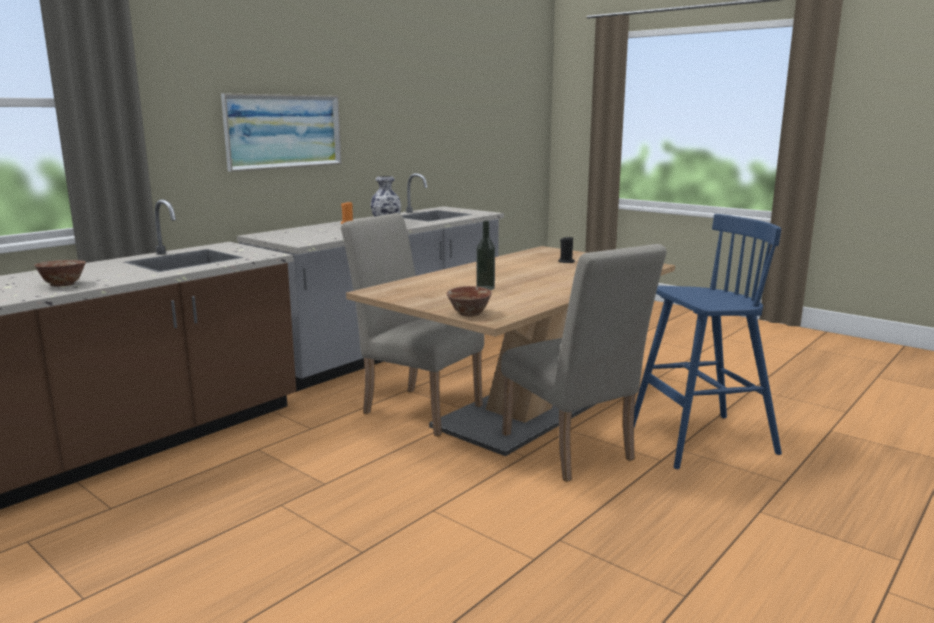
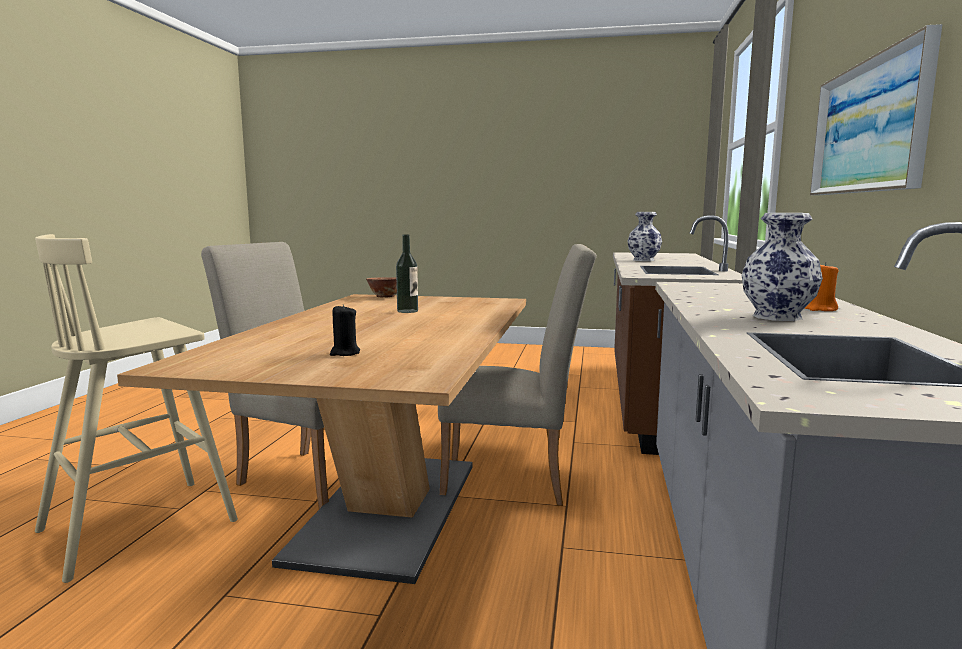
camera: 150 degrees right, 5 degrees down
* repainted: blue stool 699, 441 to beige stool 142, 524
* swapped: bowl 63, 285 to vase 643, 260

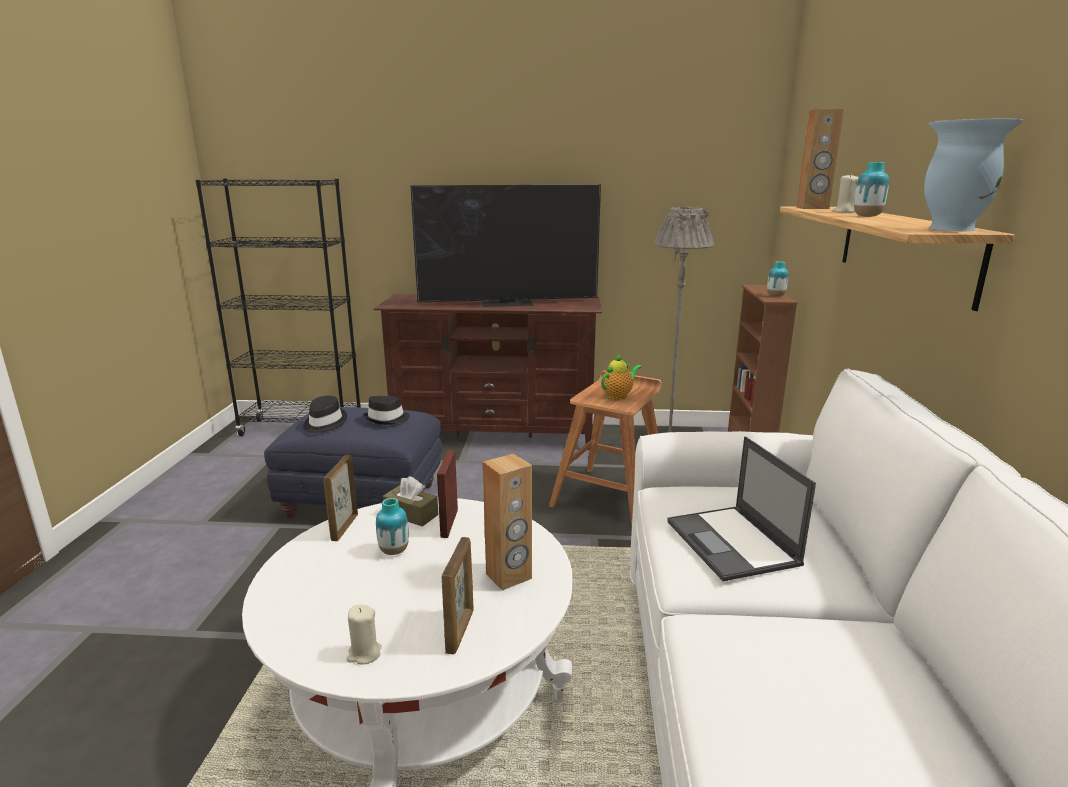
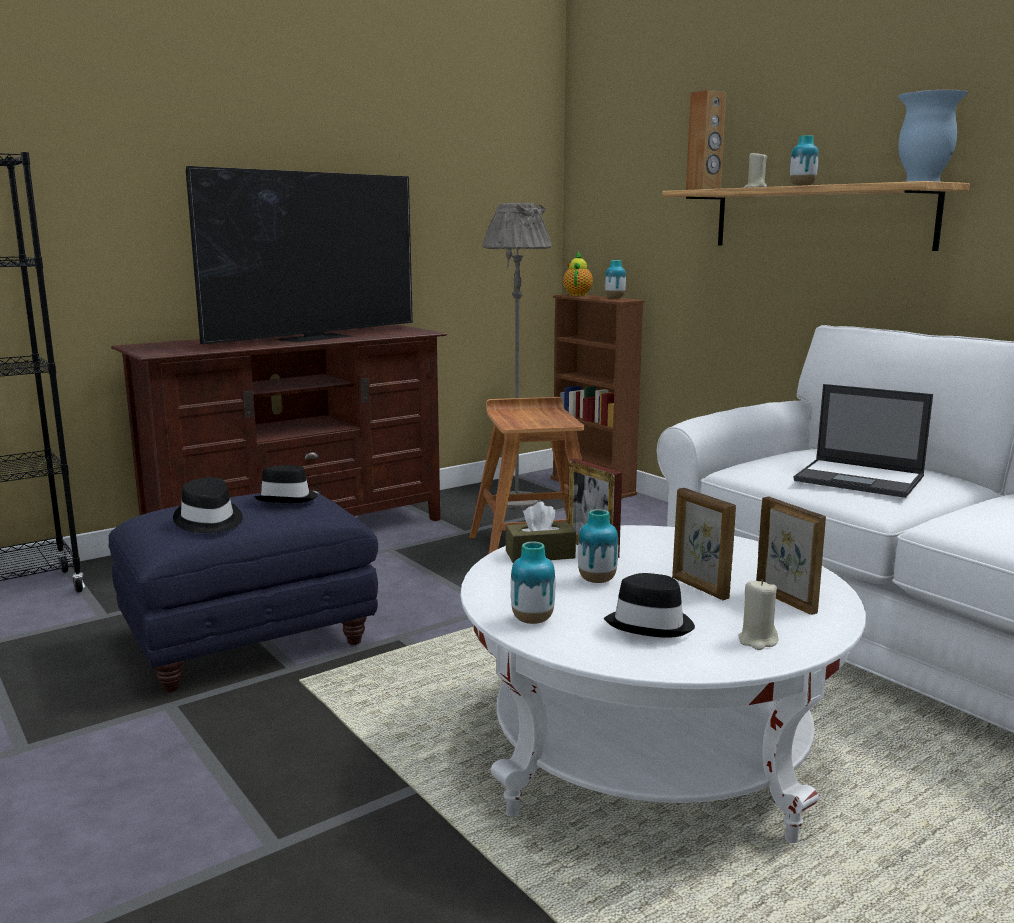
camera: 40 degrees left, 5 degrees down
* new: vase 532, 620
* shifted: teapot 618, 395 to 578, 295
* new: black hat 651, 624
* shifted: picture frame 344, 527 to 699, 588
* gone: brown speaker 509, 576

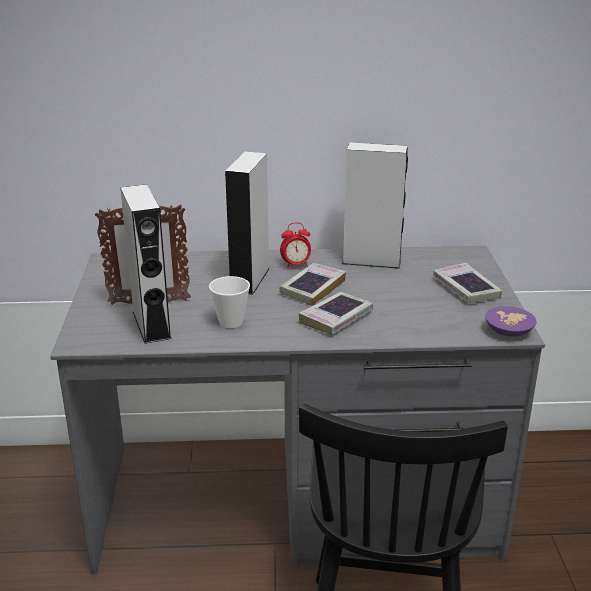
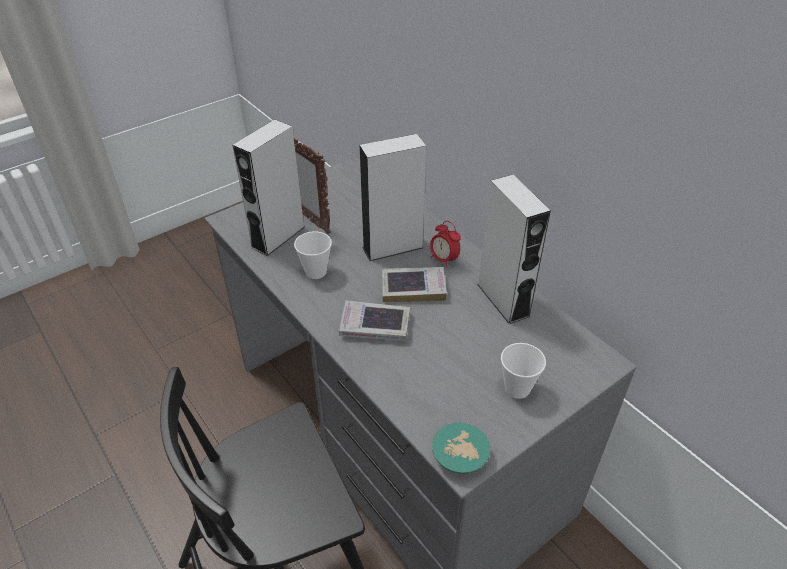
camera: 55 degrees right, 15 degrees up
* repainted: purple bowl 510, 331 to turquoise bowl 461, 457
* swapped: book 465, 288 to cup 517, 388

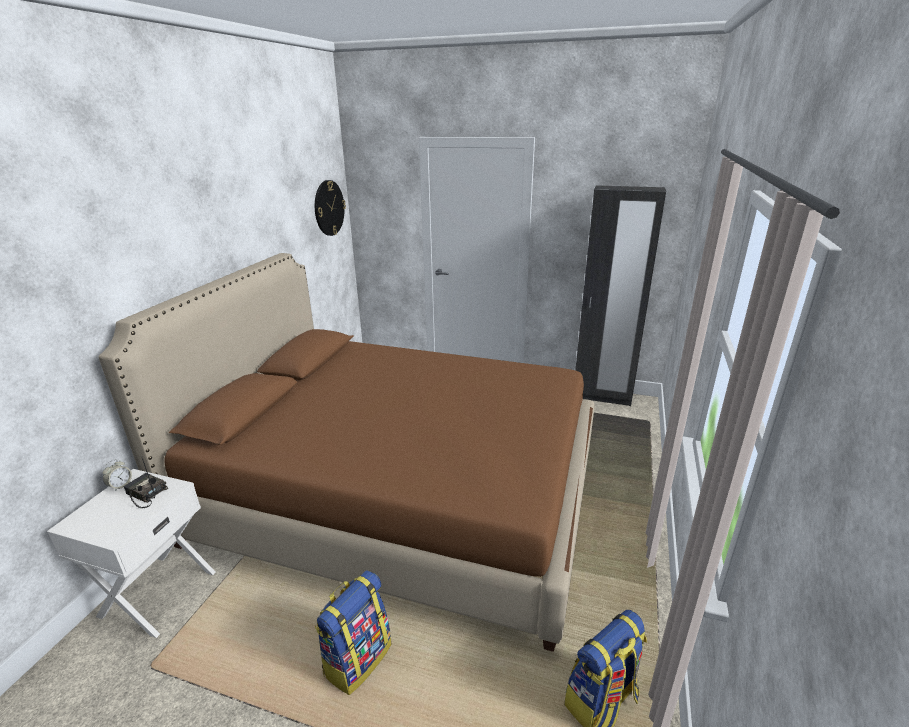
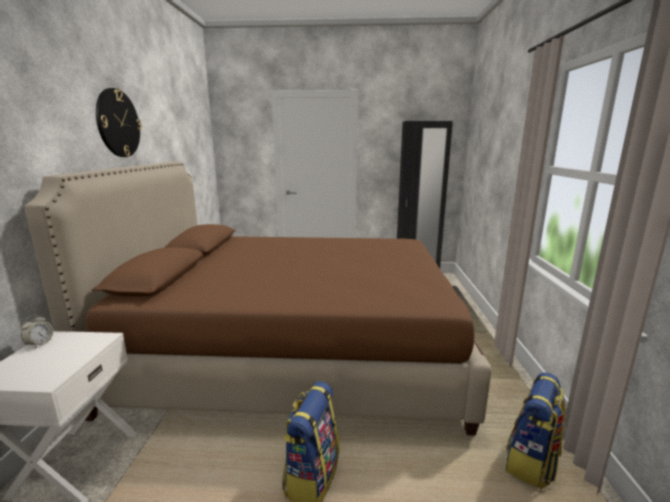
camera: 15 degrees left, 10 degrees down
* shifted: wall clock 329, 208 to 118, 123
* gone: radio 145, 494

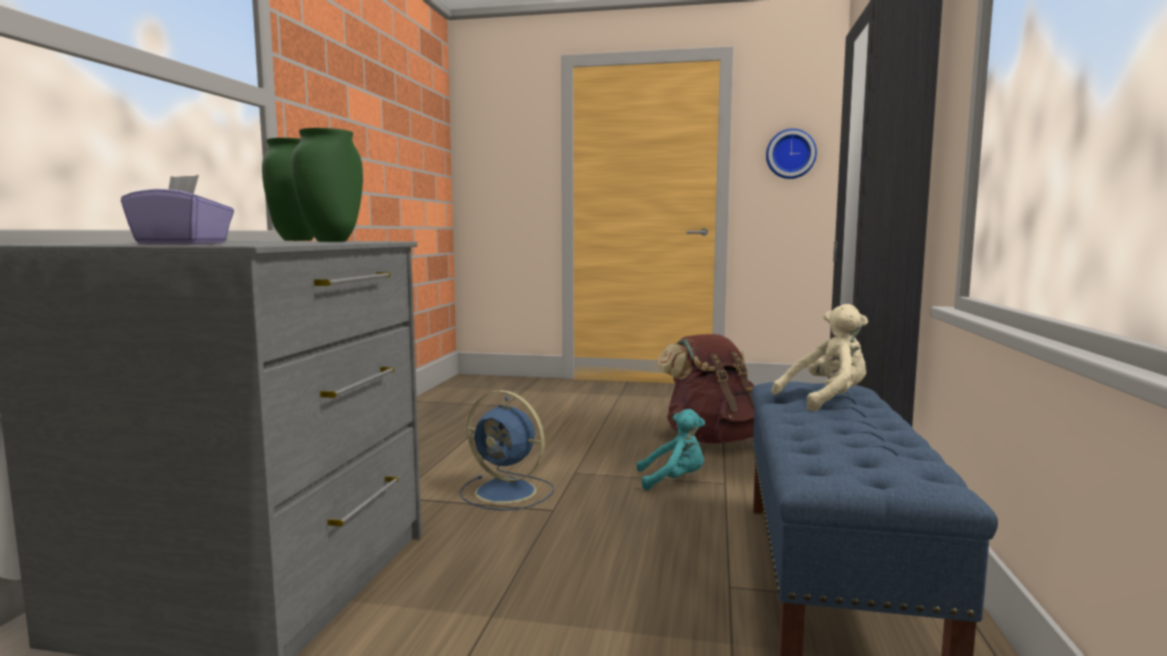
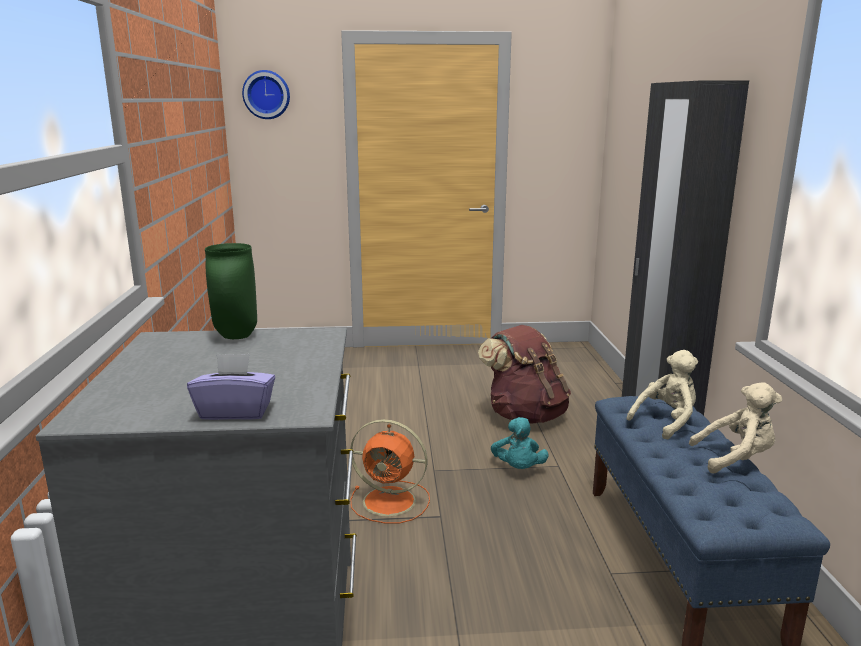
camera: 15 degrees left, 10 degrees up
* shifted: wall clock 790, 154 to 266, 94
* repainted: blue fan 508, 492 to orange fan 391, 501
* rotated: turquoise plush toy 674, 480 = 518, 468 105 degrees clockwise
* new: beige plush toy 736, 459
* gone: green vase 332, 241

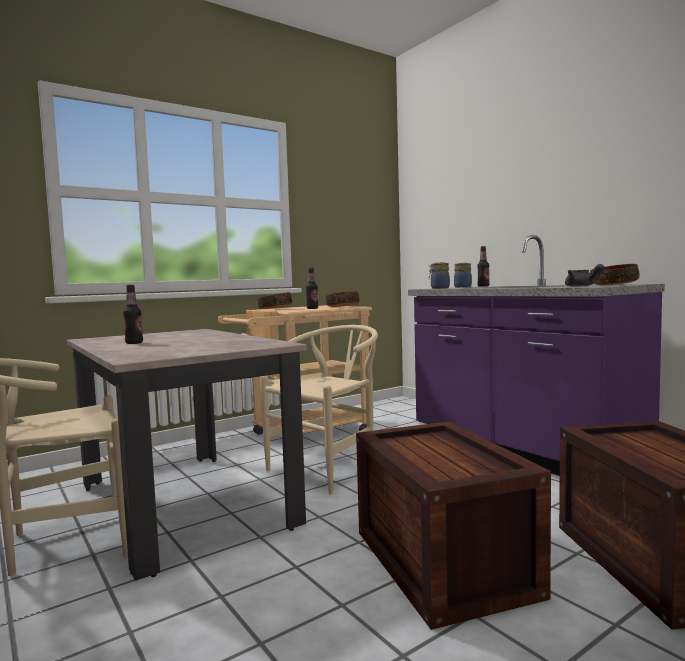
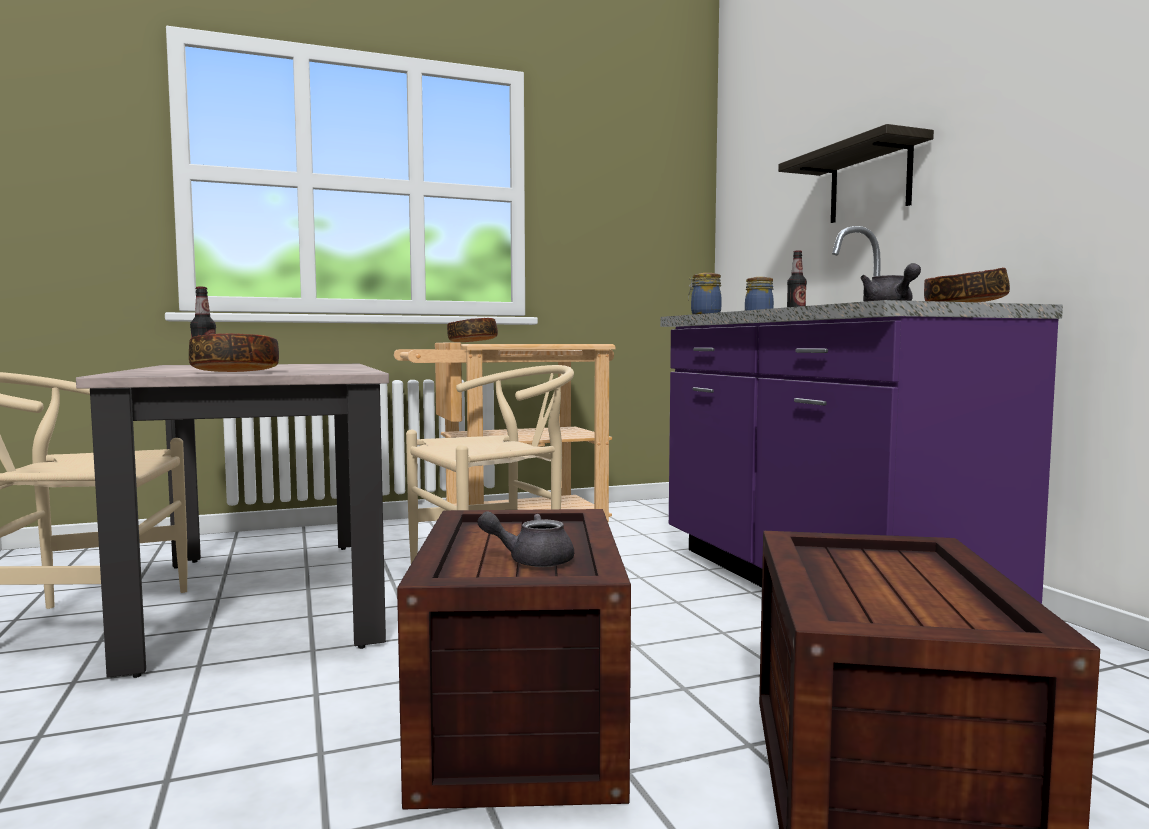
camera: 15 degrees right, 0 degrees up
* shifted: bowl 343, 306 to 236, 372
* new: grey teapot 531, 561
* new: shelf 870, 182
* gone: bottle 312, 308

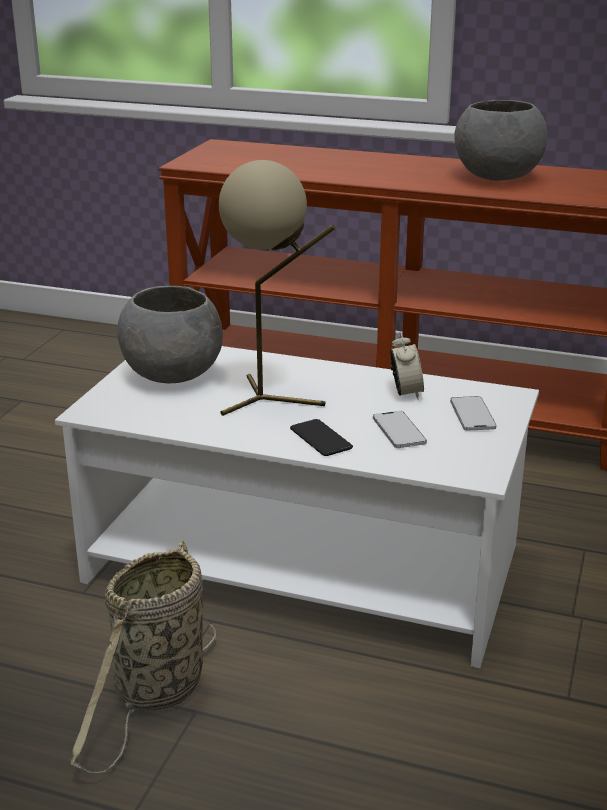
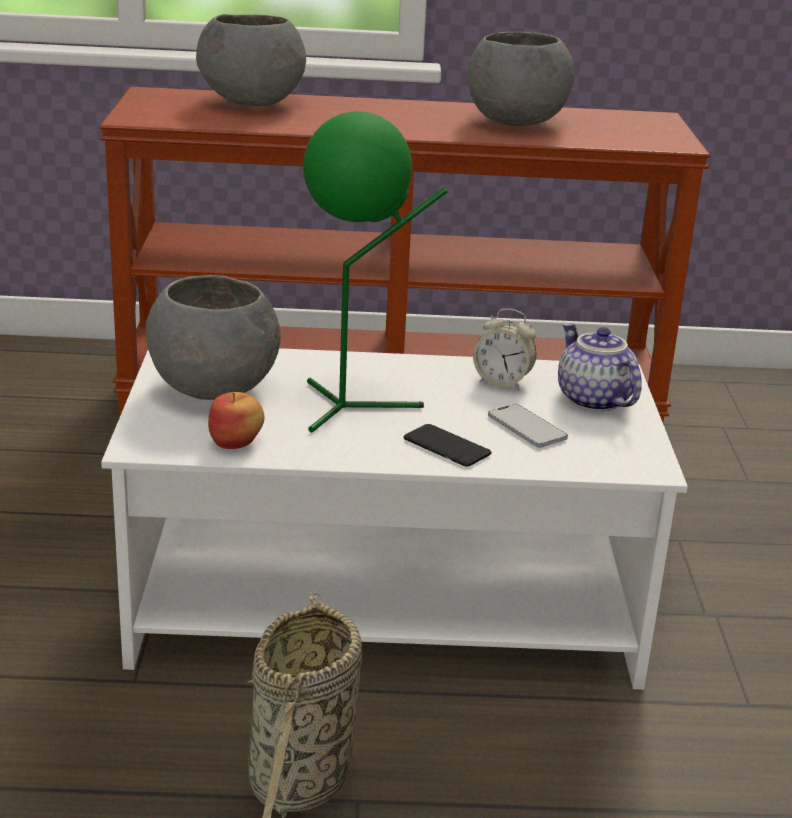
camera: 20 degrees left, 0 degrees up
* new: grey bowl 251, 104
* new: apple 236, 442
* repainted: beige table lamp 269, 399 to green table lamp 352, 407
* rotated: alarm clock 405, 393 = 502, 382 135 degrees clockwise
* swapped: phone 472, 415 to teapot 592, 400

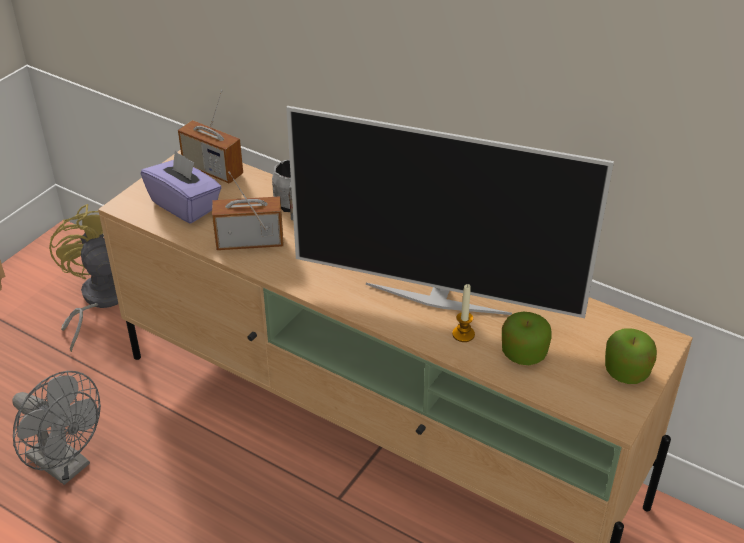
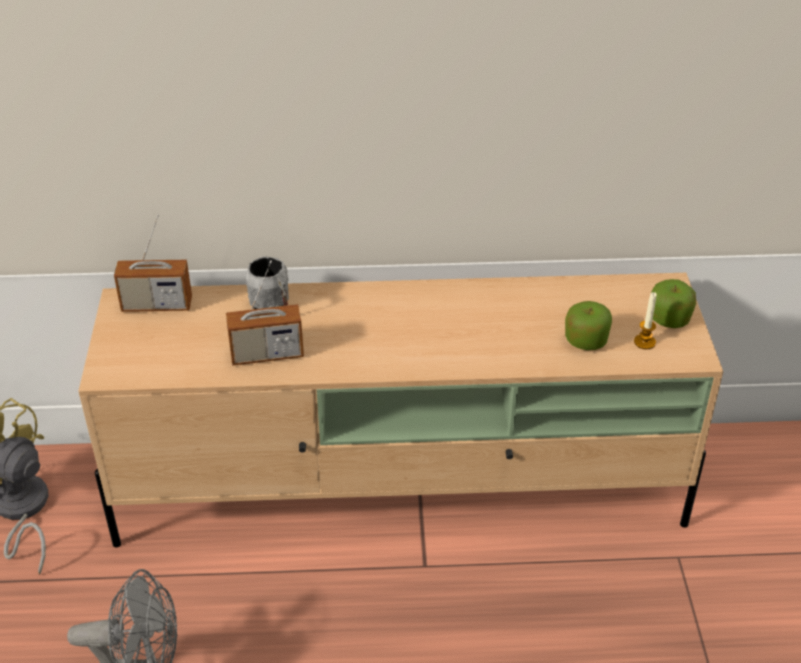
camera: 35 degrees left, 0 degrees up
* rotated: radio 250, 242 = 267, 354 150 degrees counterclockwise
* shifted: candle 463, 334 to 644, 342
* gone: purple tissue box 185, 205
* gone: television 438, 297

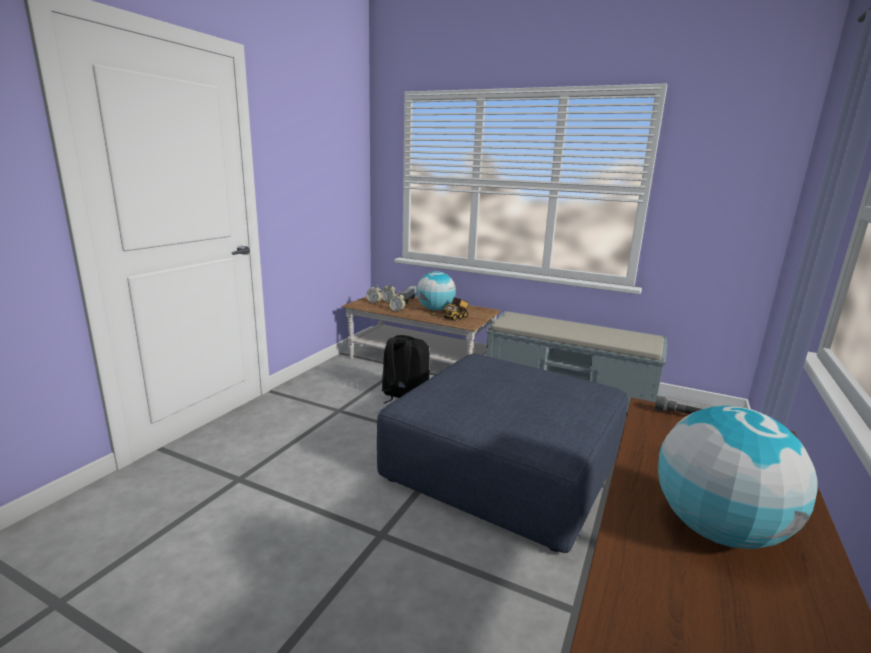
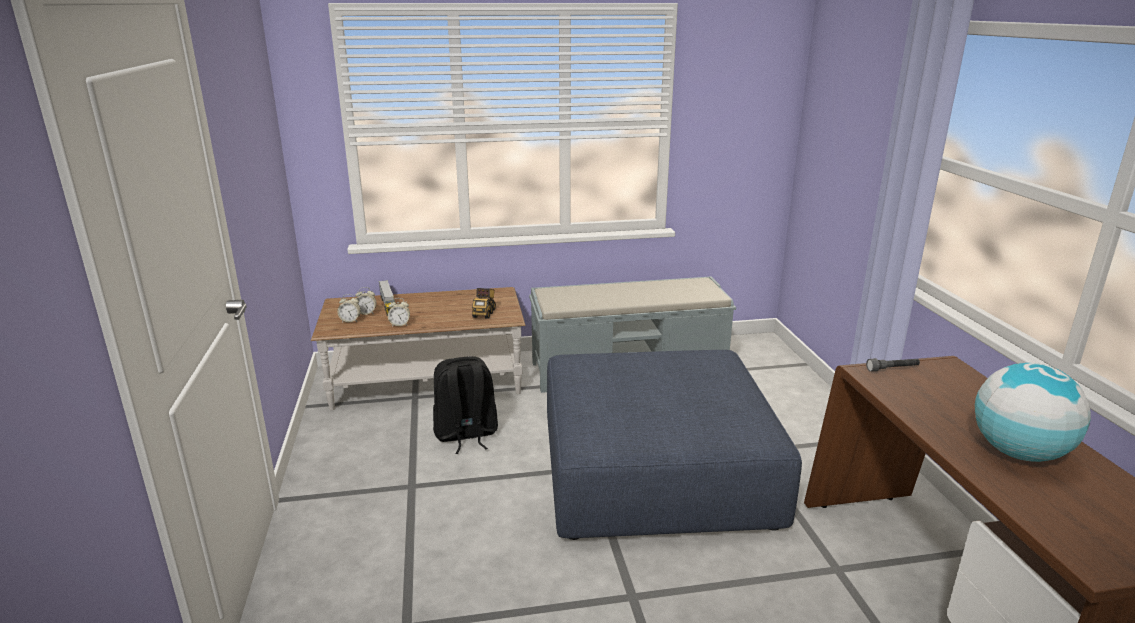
camera: 35 degrees left, 5 degrees up
* gone: globe 435, 309

